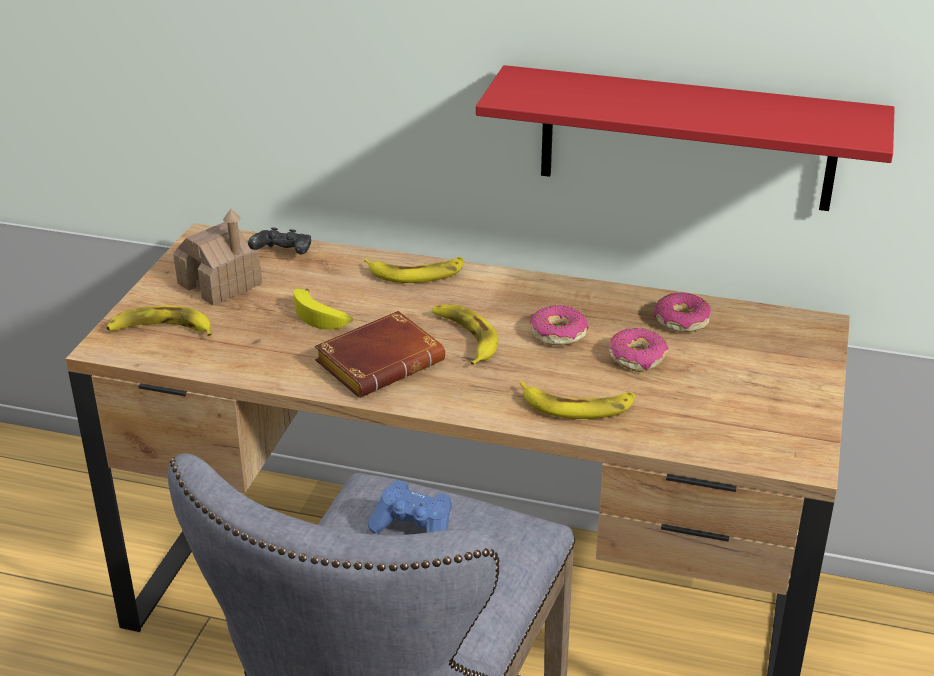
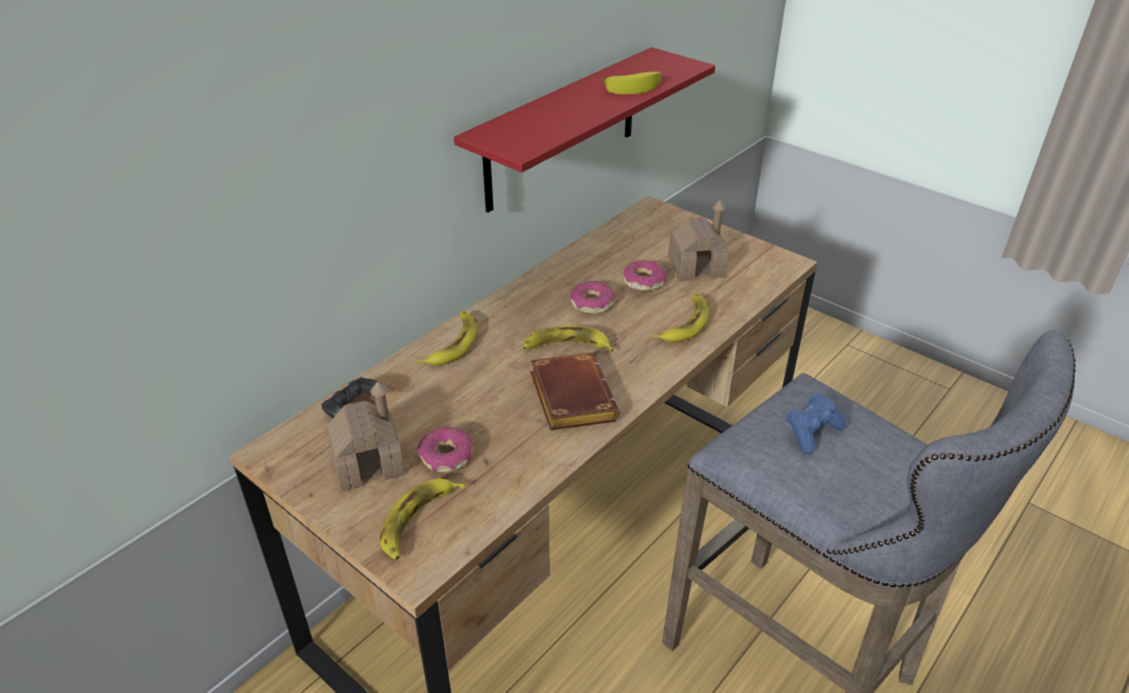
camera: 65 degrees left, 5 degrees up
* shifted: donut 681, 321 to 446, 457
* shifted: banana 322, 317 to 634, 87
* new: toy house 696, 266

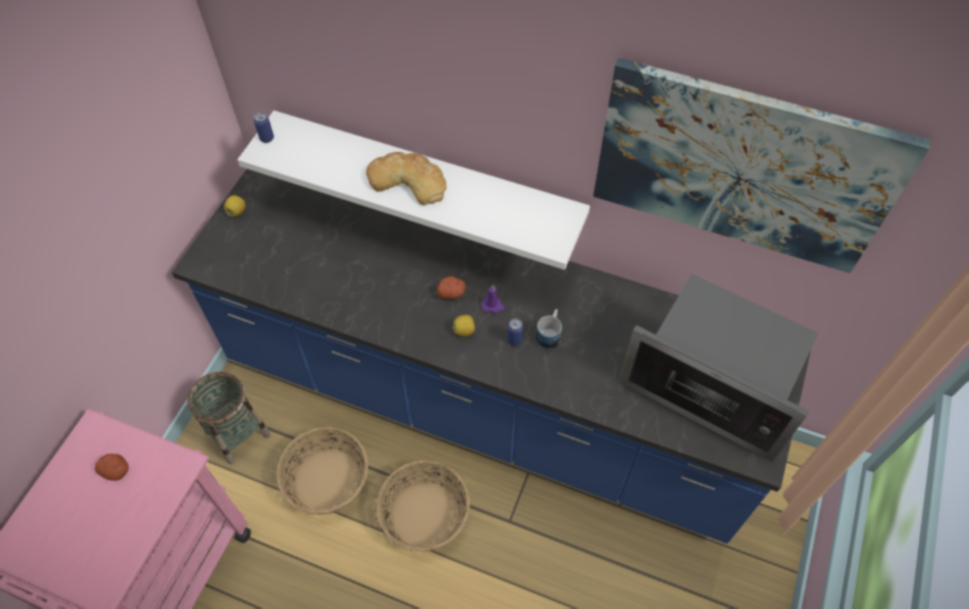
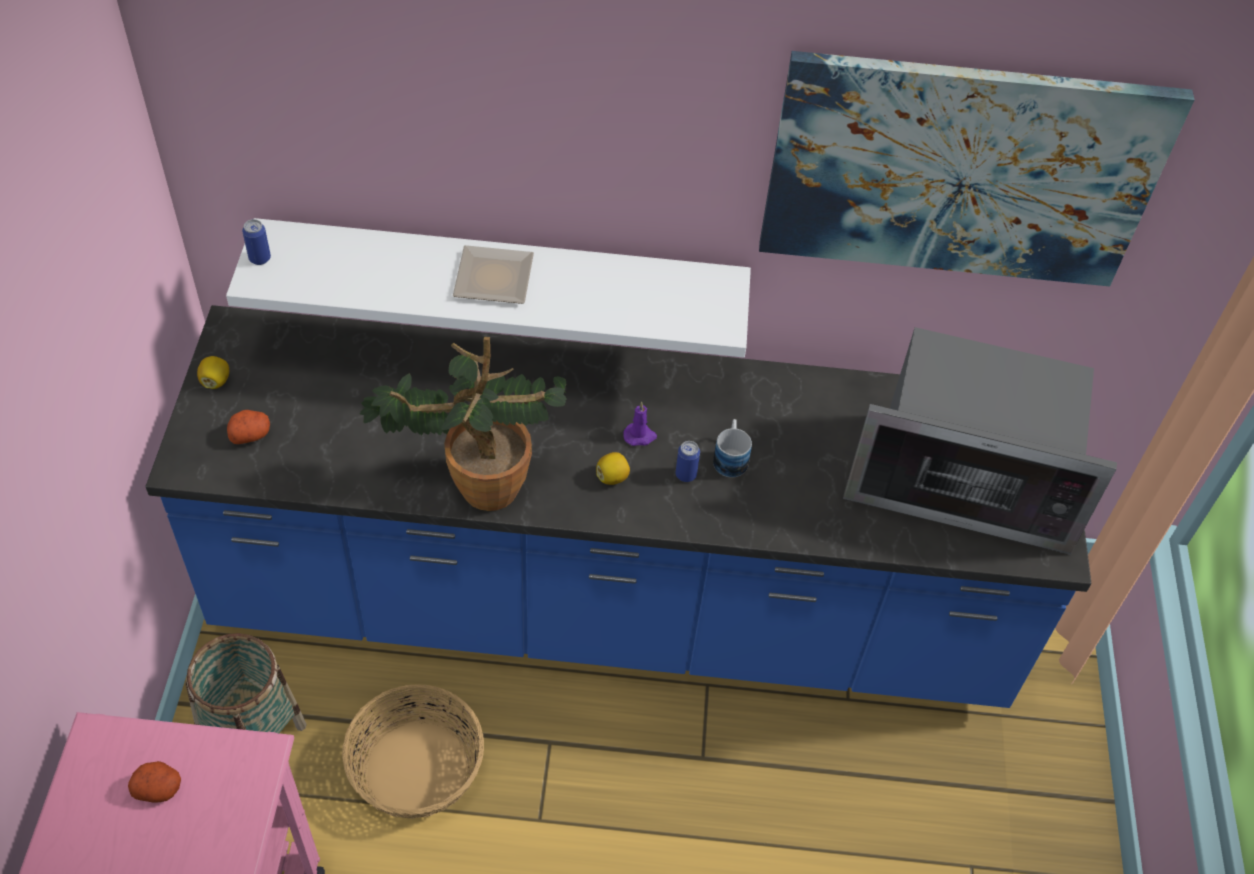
camera: 20 degrees left, 5 degrees down
* shifted: potato 451, 292 to 250, 434
* new: potted plant 475, 483
* swapped: bread 408, 181 to plate 491, 280
* gone: basket 425, 514

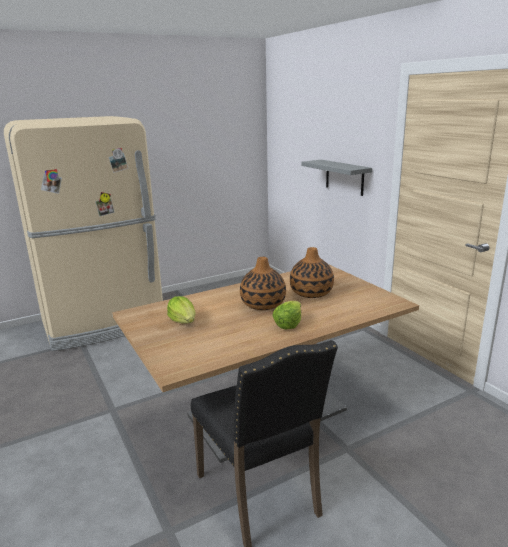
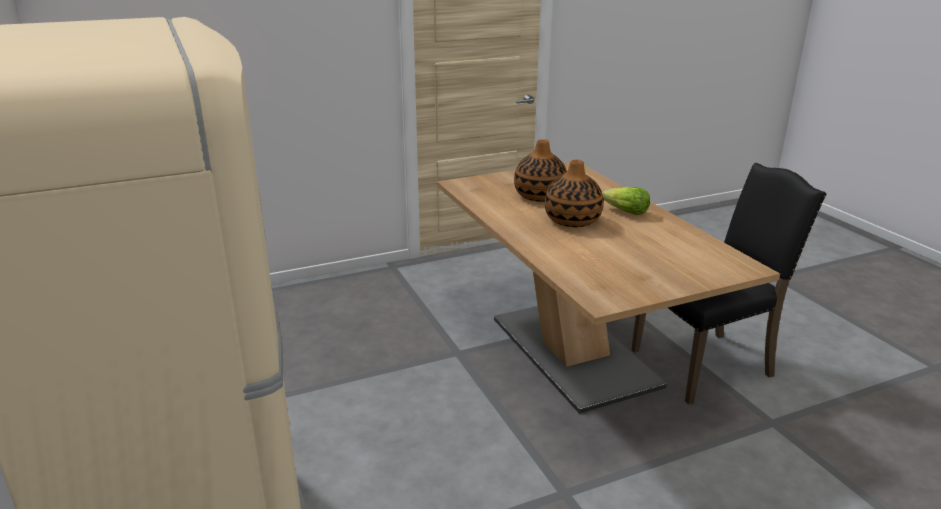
camera: 85 degrees left, 5 degrees up
* gone: lettuce 184, 321
* gone: grey shelf 344, 177

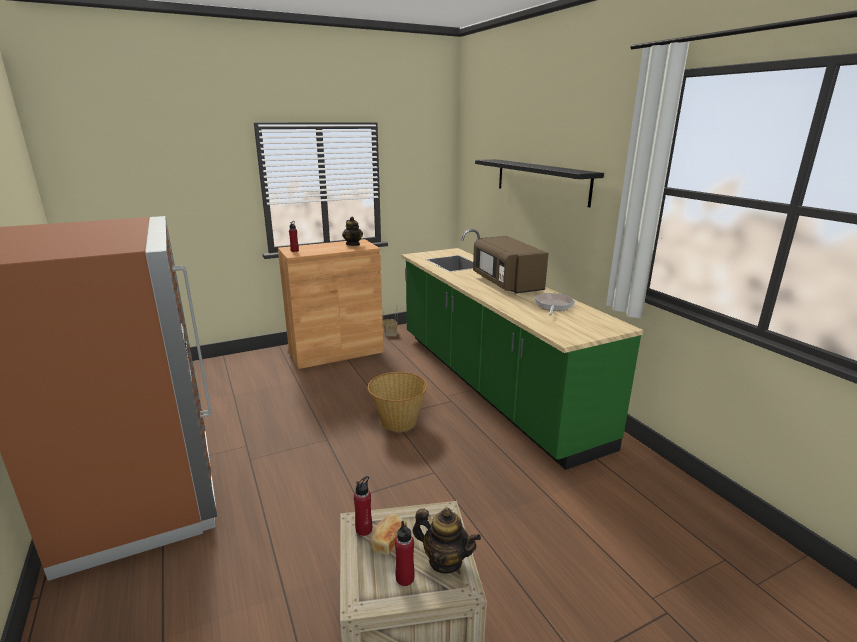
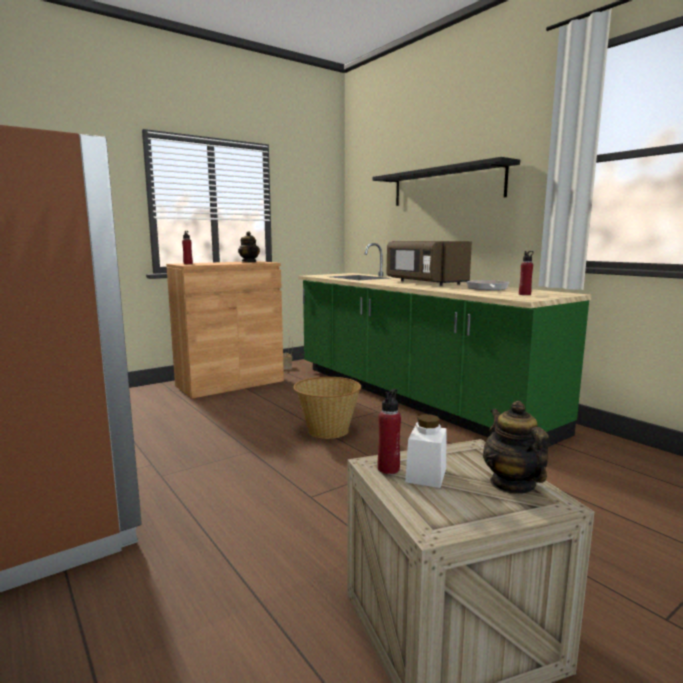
camera: 10 degrees left, 10 degrees down
* swapped: bread 387, 541 to white jar 426, 475
* rotated: teapot 445, 561 = 512, 484 120 degrees counterclockwise
* shifted: red bottle 405, 578 to 524, 294

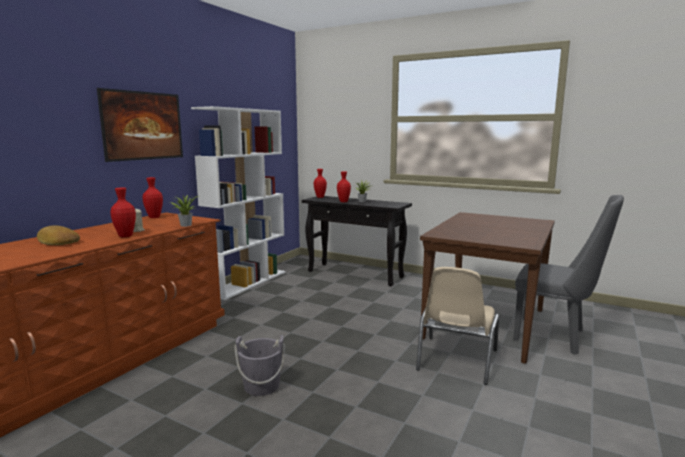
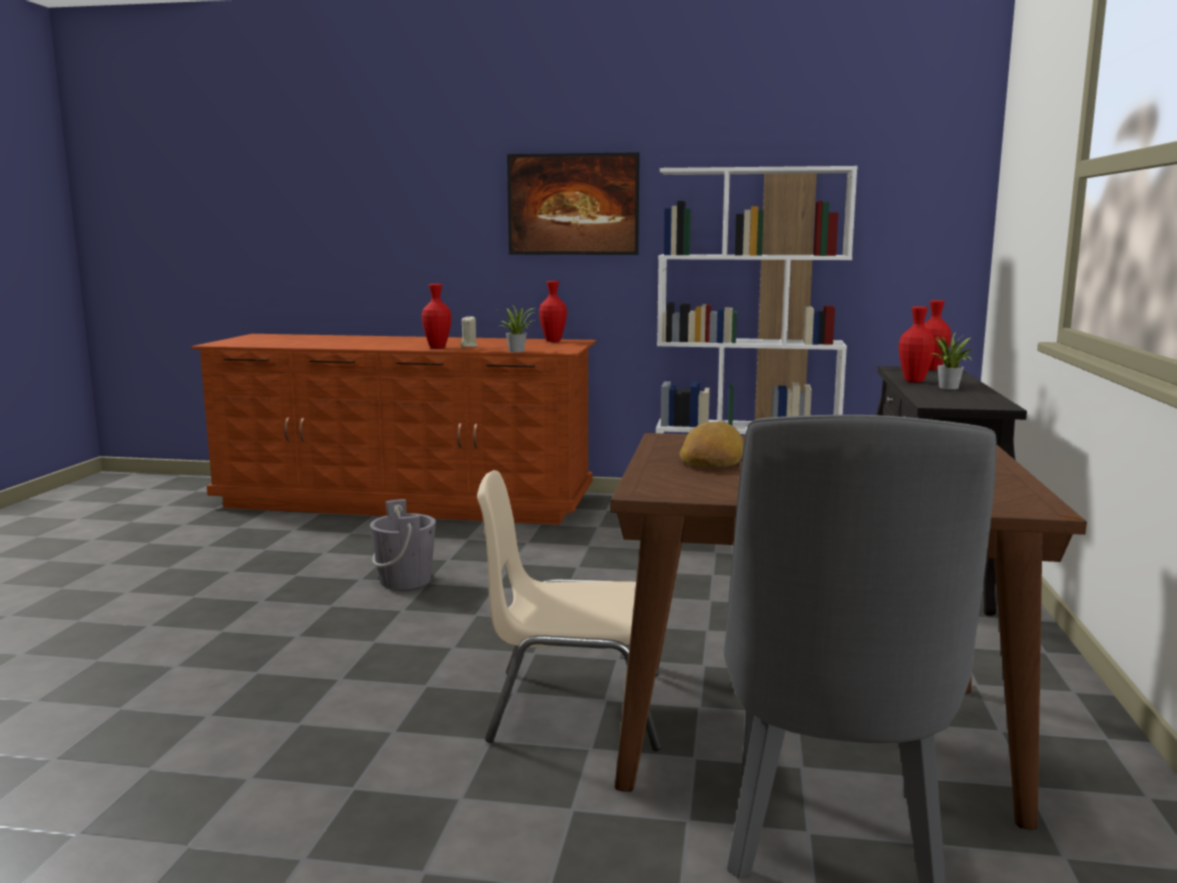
camera: 70 degrees right, 0 degrees up
* shifted: bread 57, 241 to 711, 457

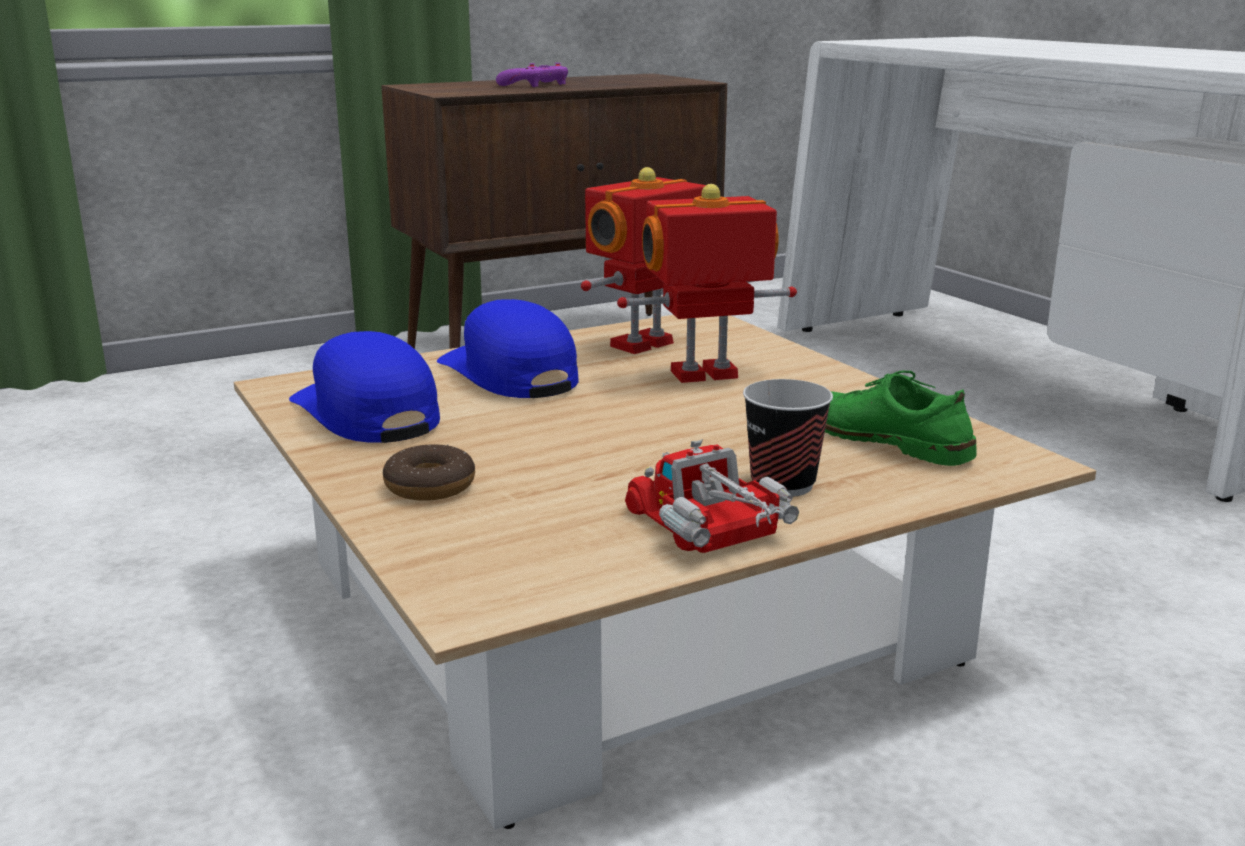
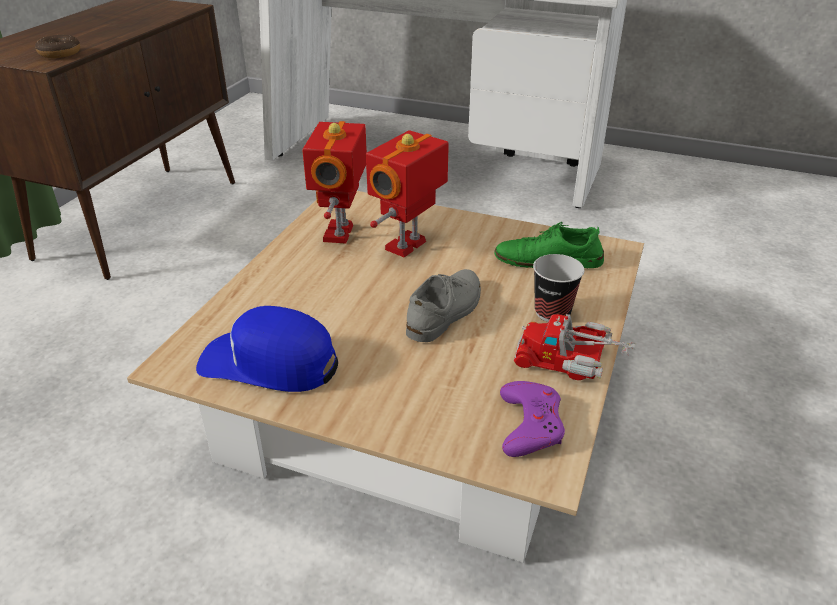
camera: 40 degrees left, 15 degrees up
* shifted: donut 430, 486 to 60, 53
* new: grey shoe 445, 311
* shifted: purple game controller 536, 85 to 530, 424
* gone: blue cap 509, 373

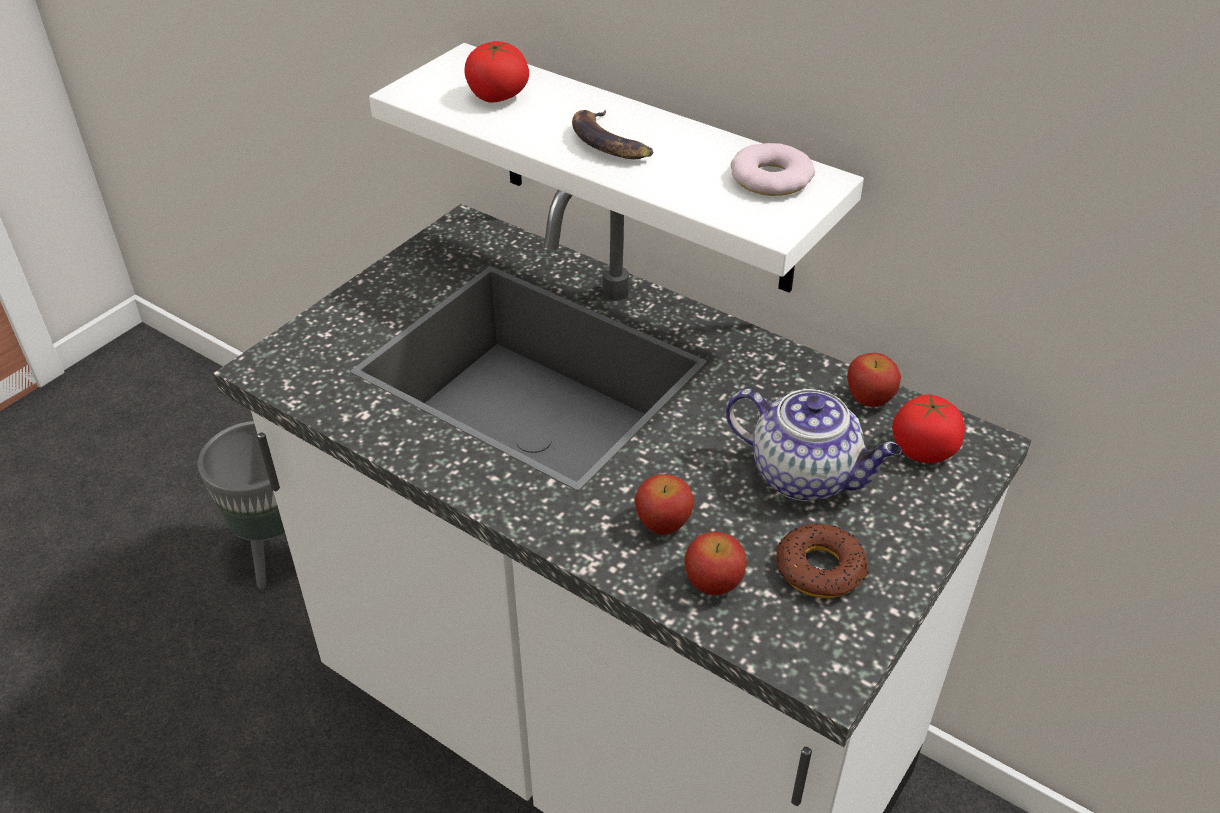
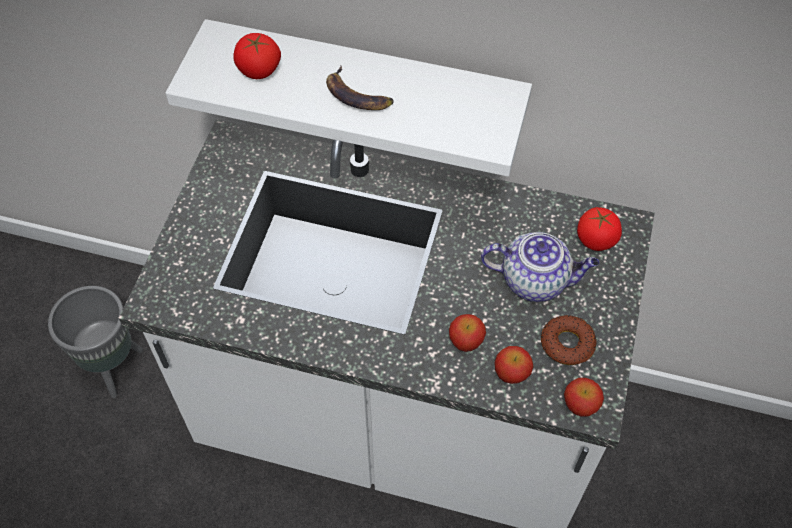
camera: 20 degrees left, 15 degrees up
* shifted: apple 869, 399 to 580, 405
* gone: donut 770, 178

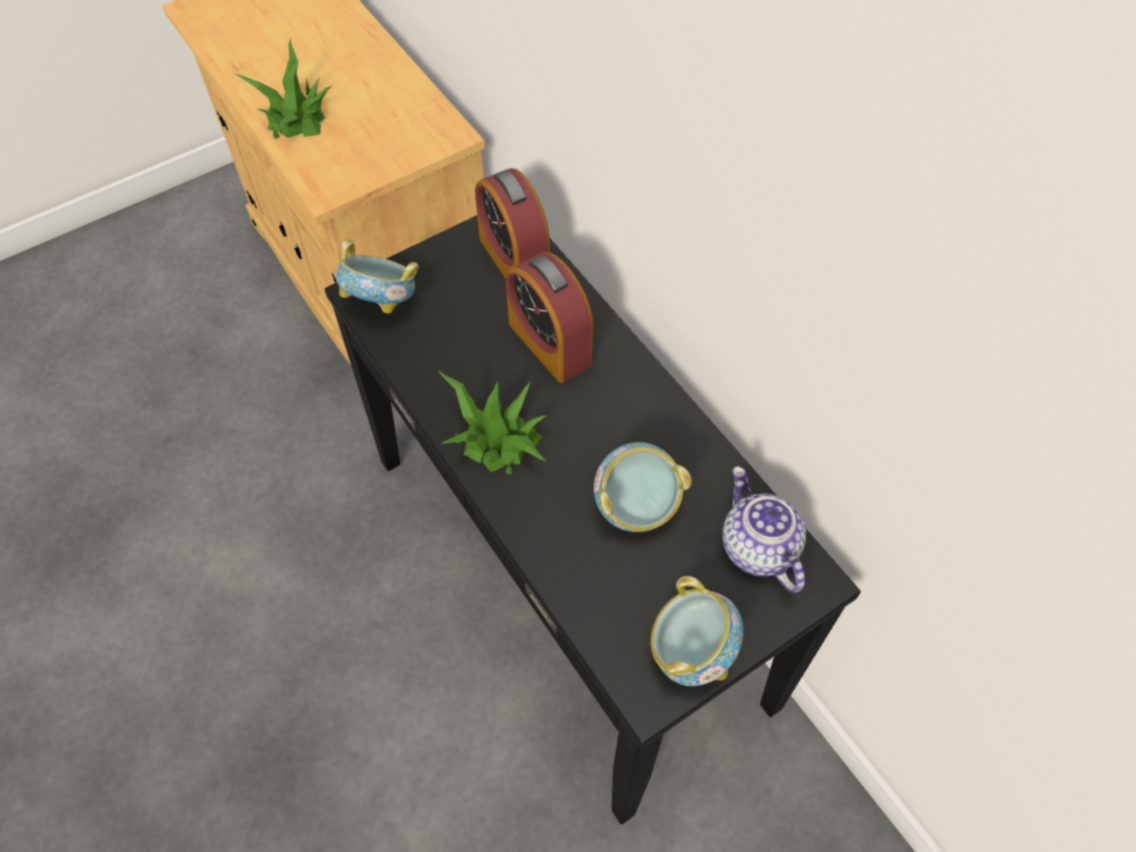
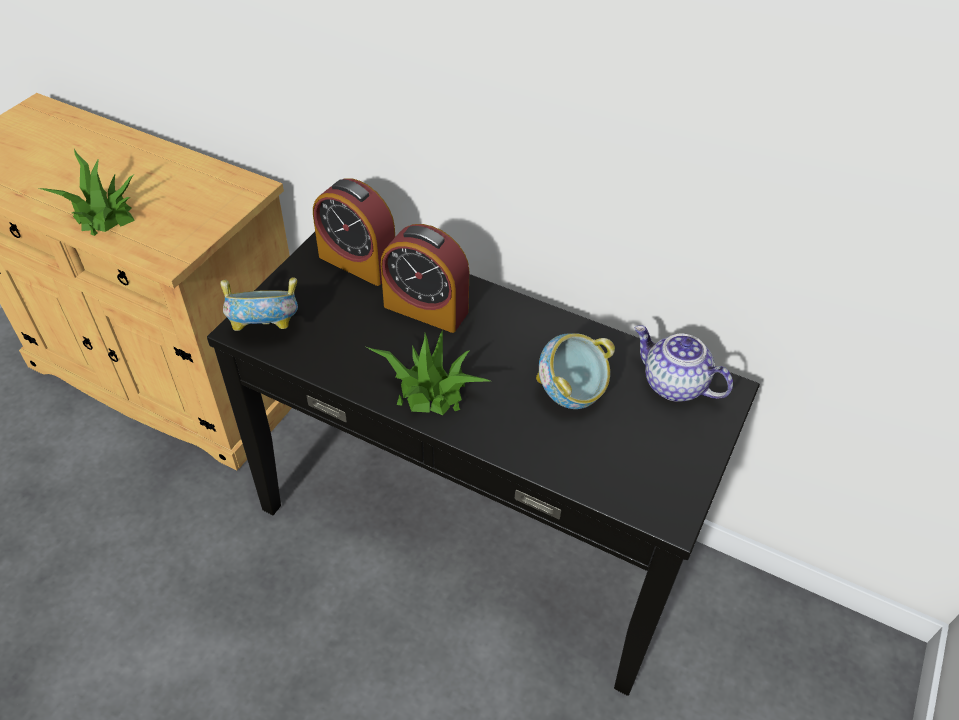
camera: 30 degrees left, 10 degrees down
* gone: bowl 690, 651

